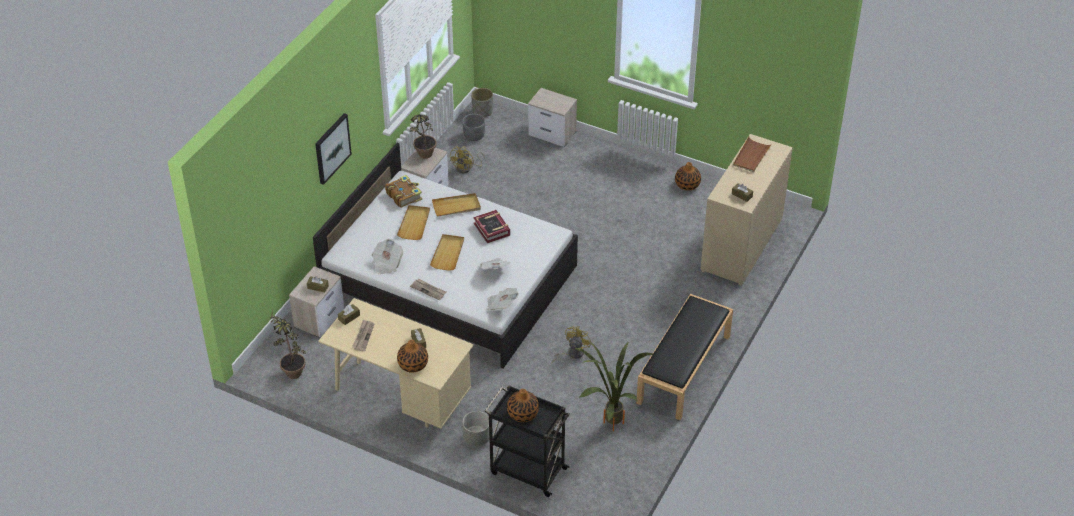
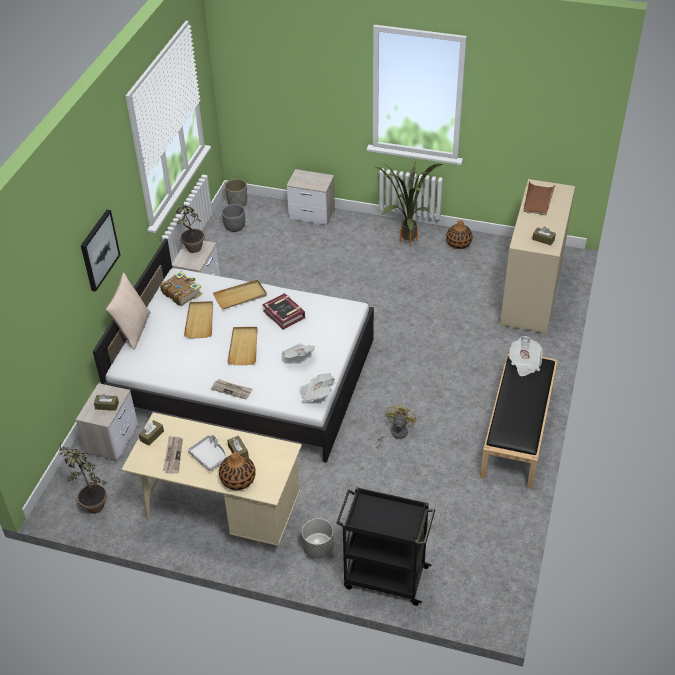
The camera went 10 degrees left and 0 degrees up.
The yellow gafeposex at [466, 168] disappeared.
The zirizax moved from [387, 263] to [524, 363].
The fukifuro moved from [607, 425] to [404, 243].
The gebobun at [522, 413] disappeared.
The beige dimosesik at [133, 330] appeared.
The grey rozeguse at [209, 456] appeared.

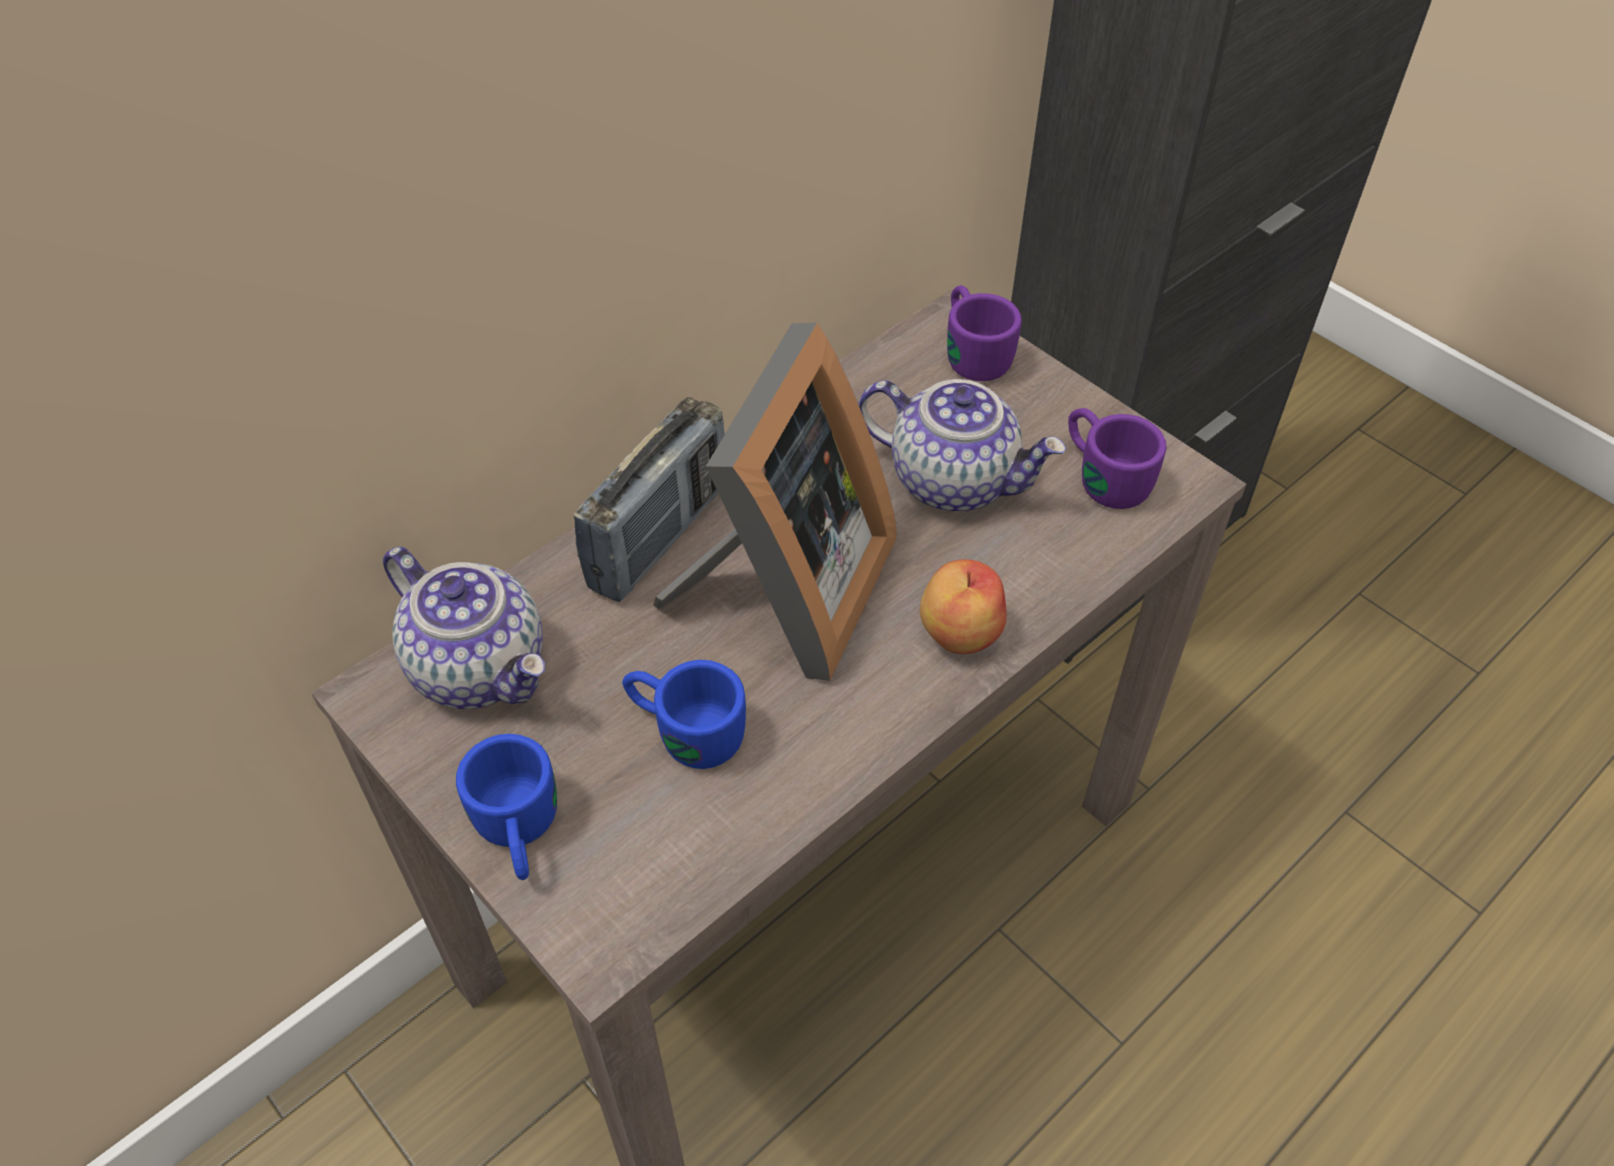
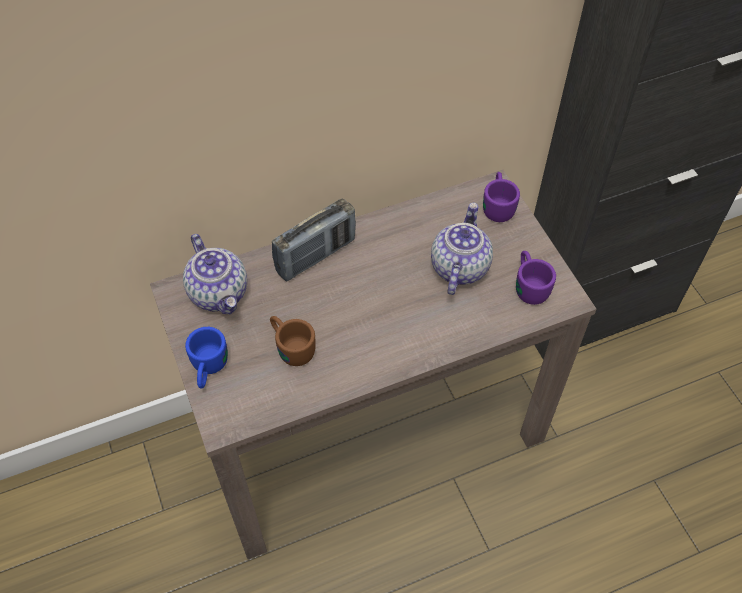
The camera went 20 degrees right and 5 degrees up.
The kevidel at [785, 594] disappeared.
The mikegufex at [954, 480] turned 120 degrees counterclockwise.
The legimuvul at [958, 632] disappeared.
The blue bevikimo at [684, 729] became the brown bevikimo at [290, 346].

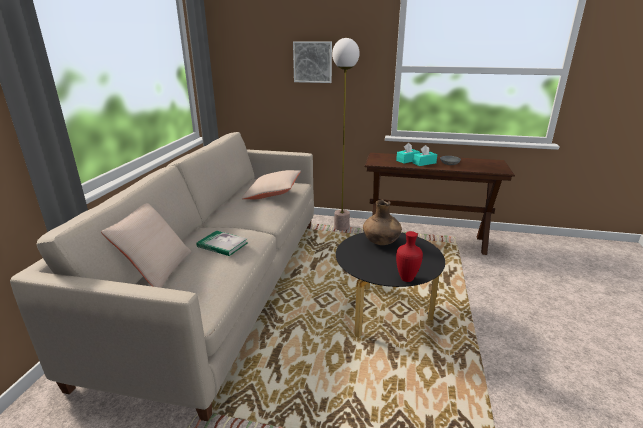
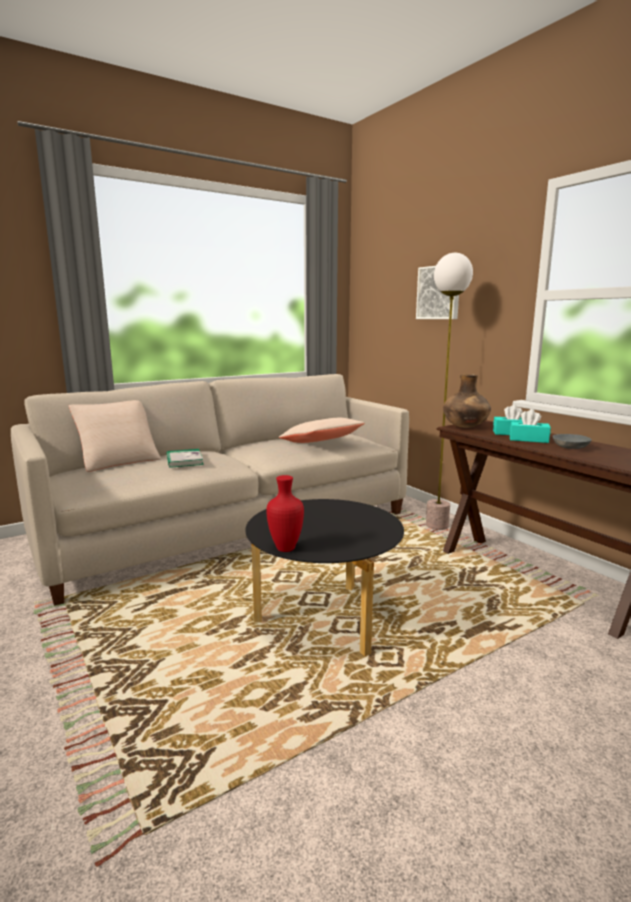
The camera went 45 degrees right and 10 degrees down.
The brown gebobun moved from [381, 242] to [465, 427].

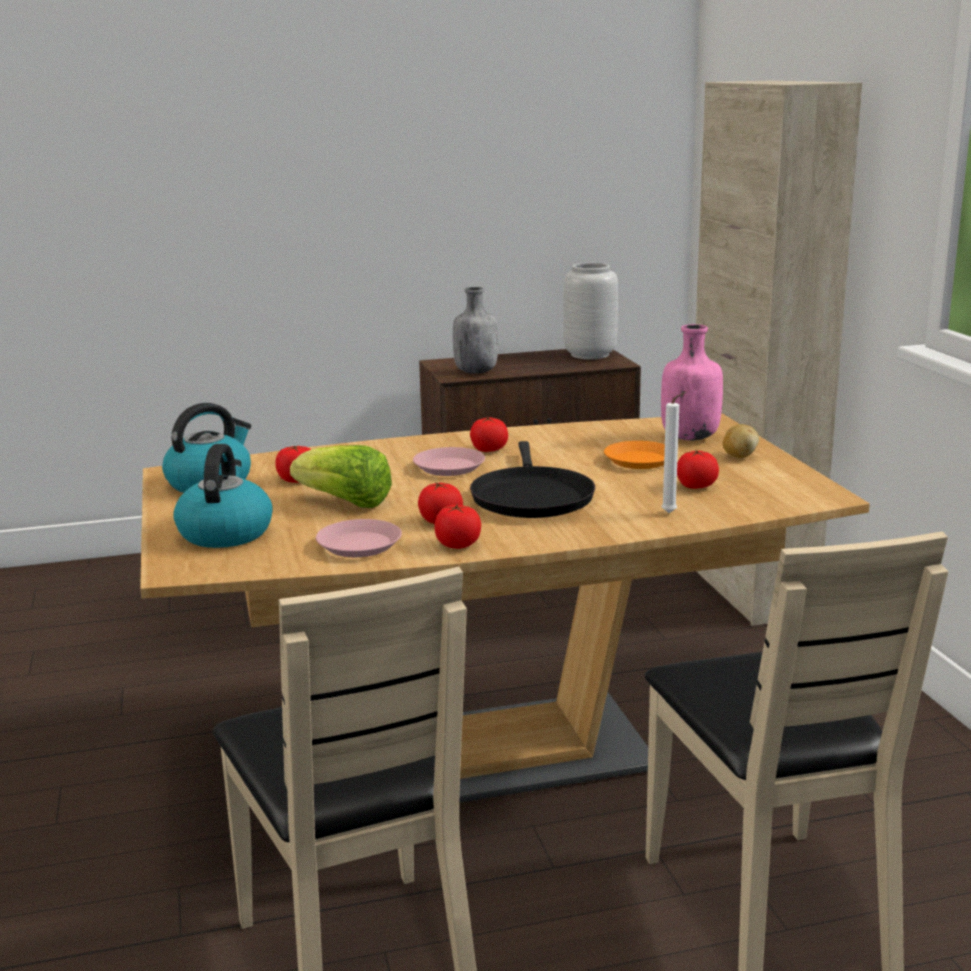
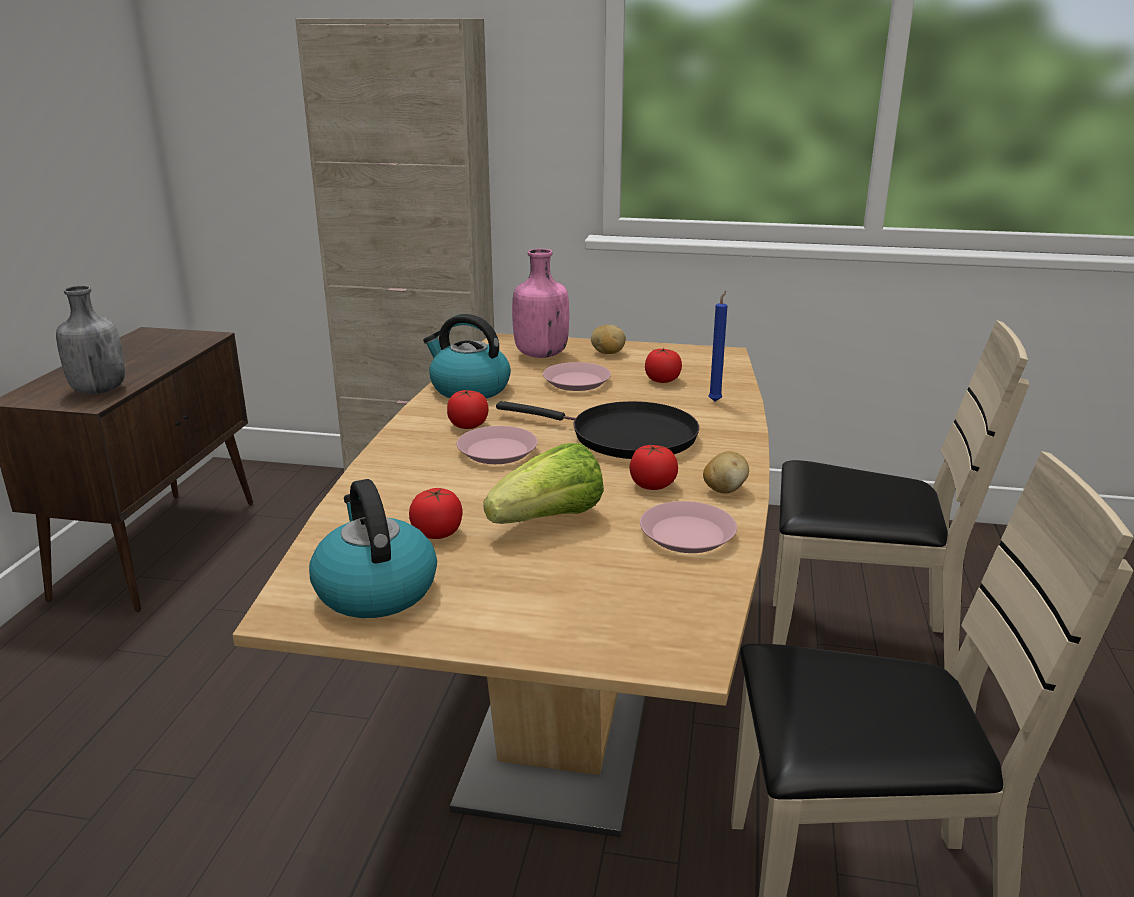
The camera went 65 degrees left and 5 degrees up.
The grey gebobun at [588, 355] disappeared.
The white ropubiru at [671, 513] became the blue ropubiru at [715, 401].
The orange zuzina at [639, 460] became the pink zuzina at [576, 382].
The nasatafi moved from [225, 532] to [468, 389].
The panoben at [458, 545] was replaced by the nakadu at [724, 490].

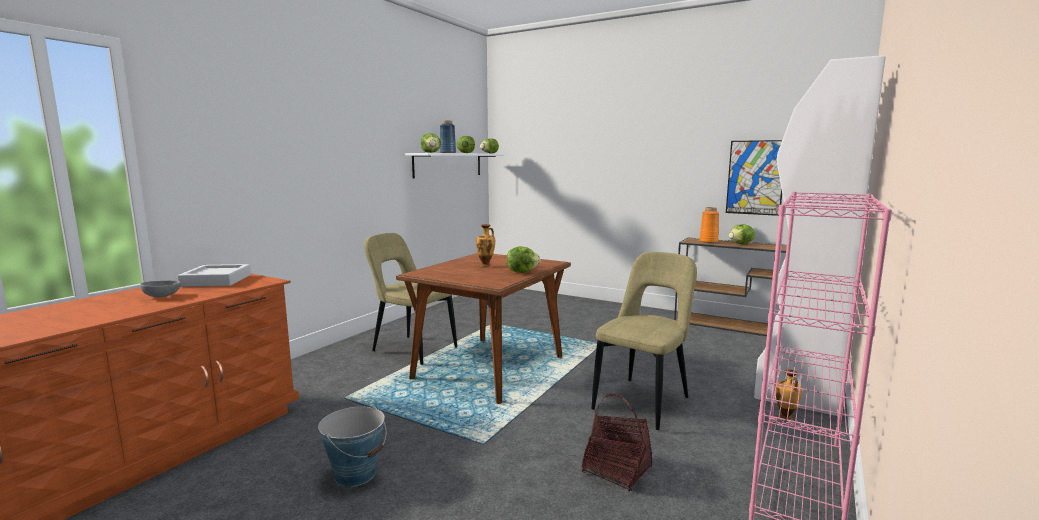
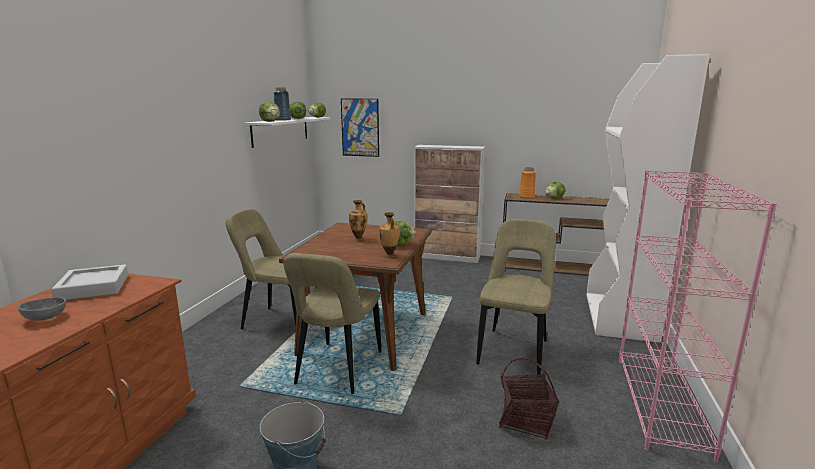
The camera went 15 degrees left and 5 degrees up.
The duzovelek moved from [755, 177] to [360, 127].
The gebobun moved from [785, 418] to [389, 256].
The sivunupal at [447, 257] appeared.
The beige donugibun at [337, 370] appeared.

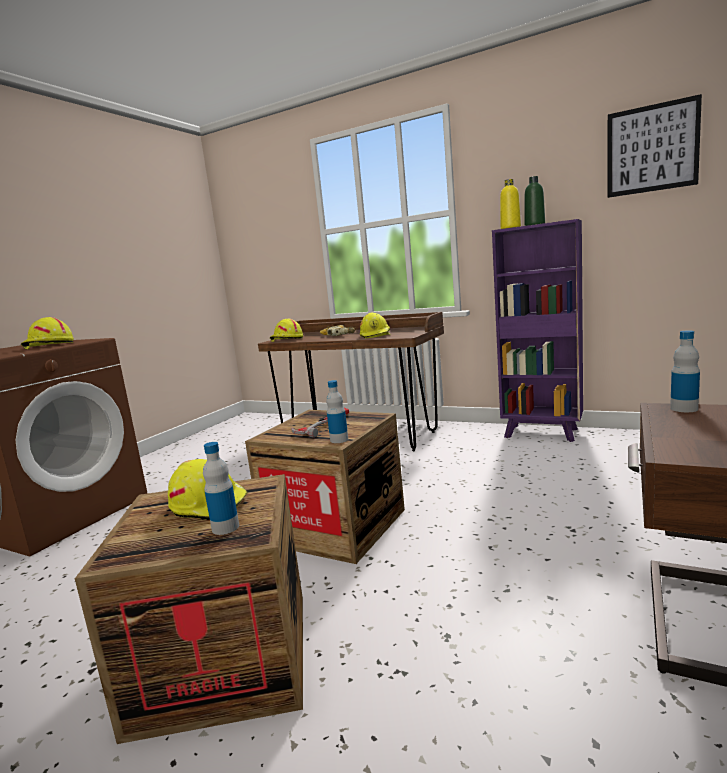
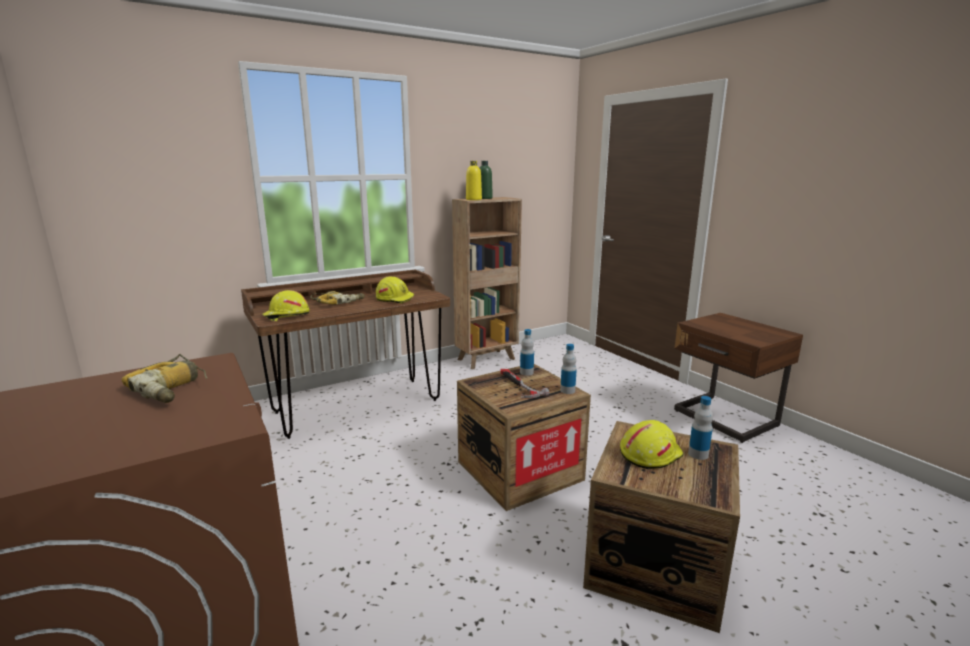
The camera went 60 degrees left and 5 degrees up.
The duzovelek at [651, 149] disappeared.
The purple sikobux at [542, 433] became the brown sikobux at [487, 359].
The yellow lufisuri at [48, 346] was replaced by the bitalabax at [172, 388].
The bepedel moved from [684, 409] to [526, 372].

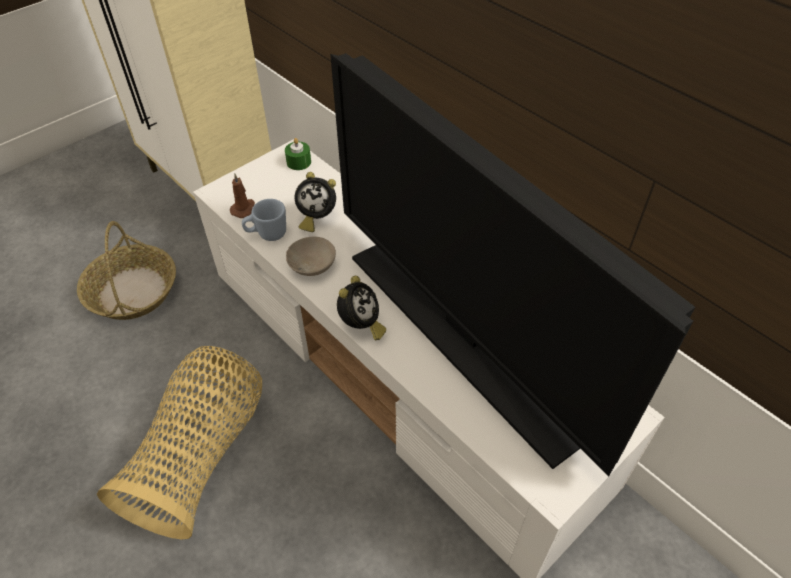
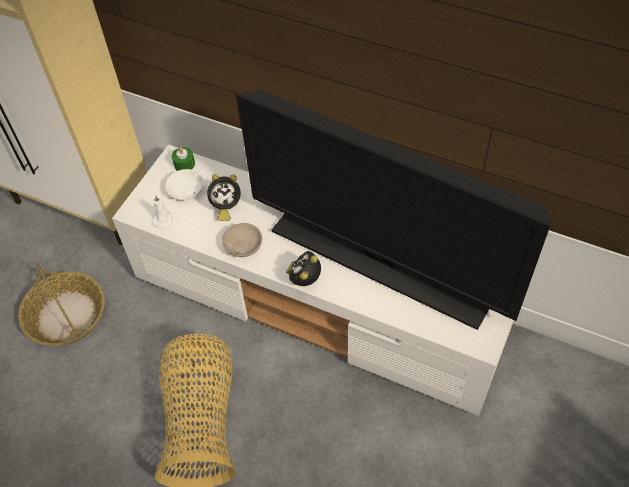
The camera went 20 degrees left and 5 degrees up.
The brown ropubiru at [244, 209] became the white ropubiru at [163, 219].
The blue bevikimo at [267, 234] disappeared.
The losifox at [361, 325] turned 150 degrees counterclockwise.
The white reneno at [186, 190] appeared.

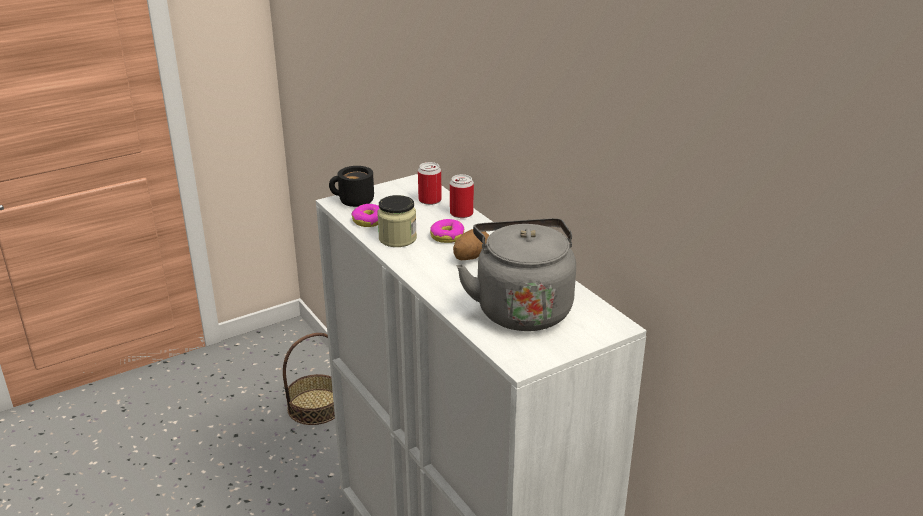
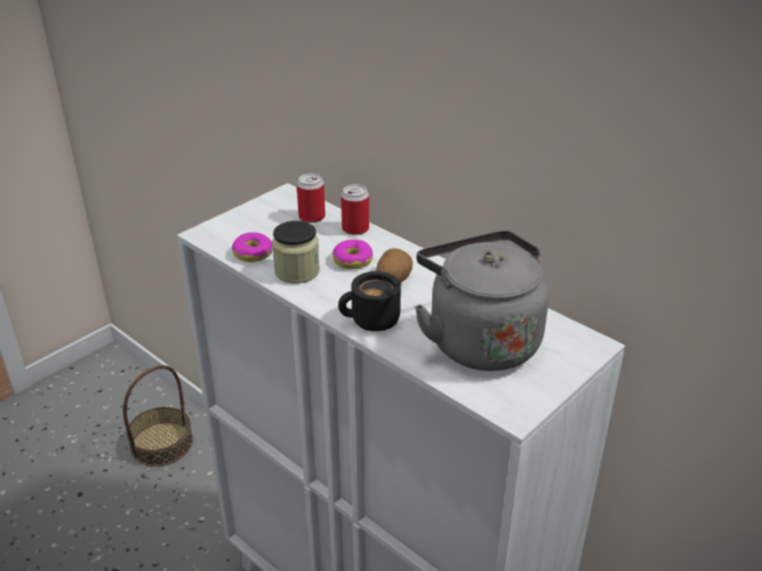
The camera went 15 degrees left and 5 degrees up.
The black bevikimo moved from [353, 202] to [371, 322].

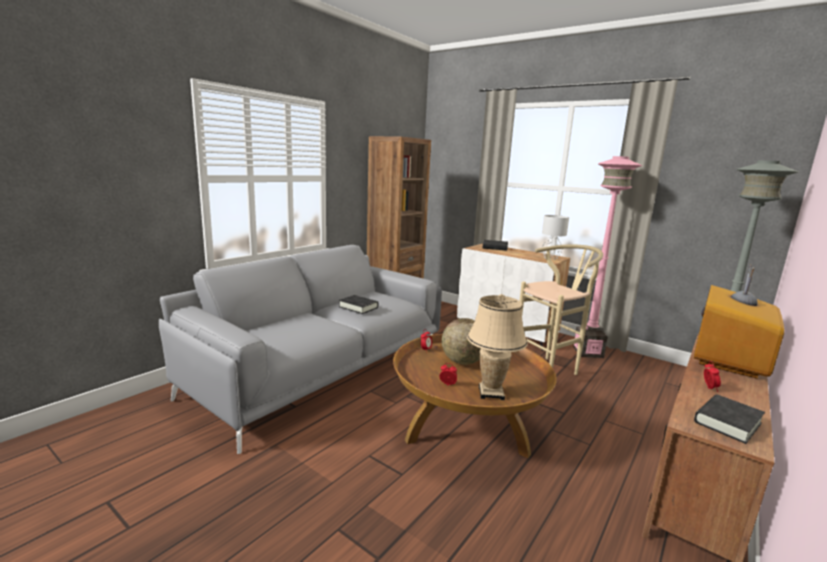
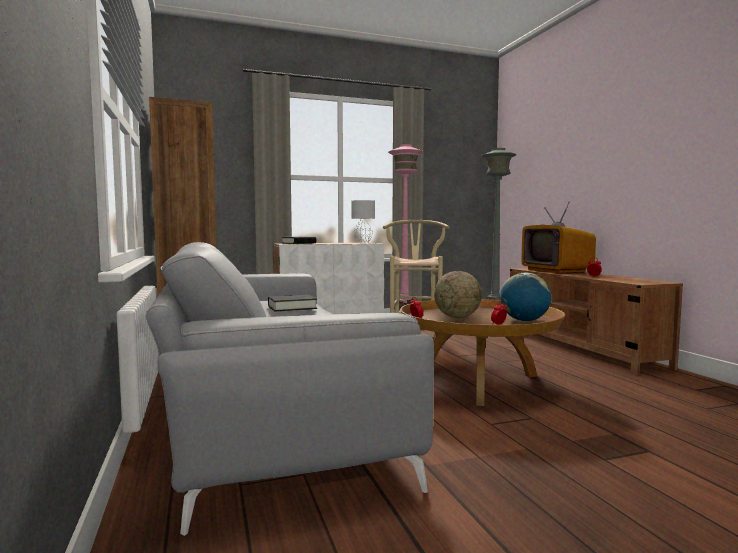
The camera went 55 degrees left and 10 degrees down.
The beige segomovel at [491, 393] was replaced by the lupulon at [524, 320].
The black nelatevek at [727, 422] disappeared.

